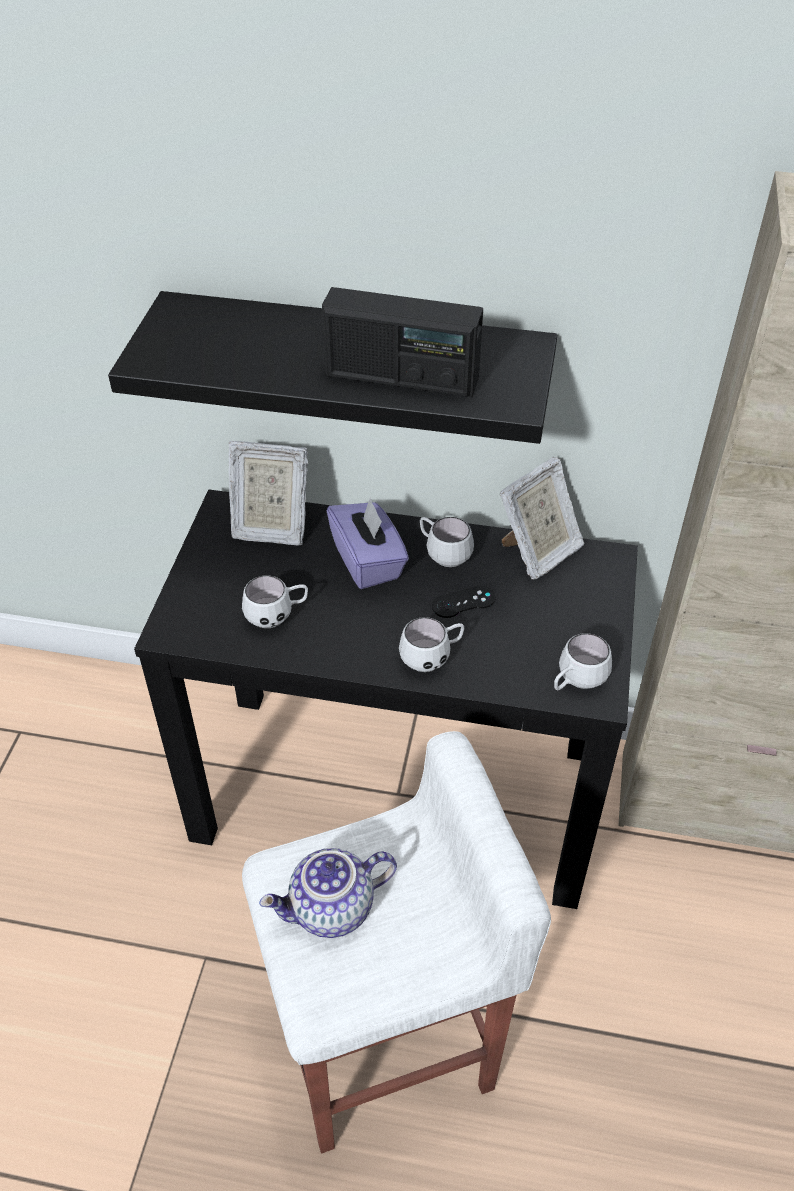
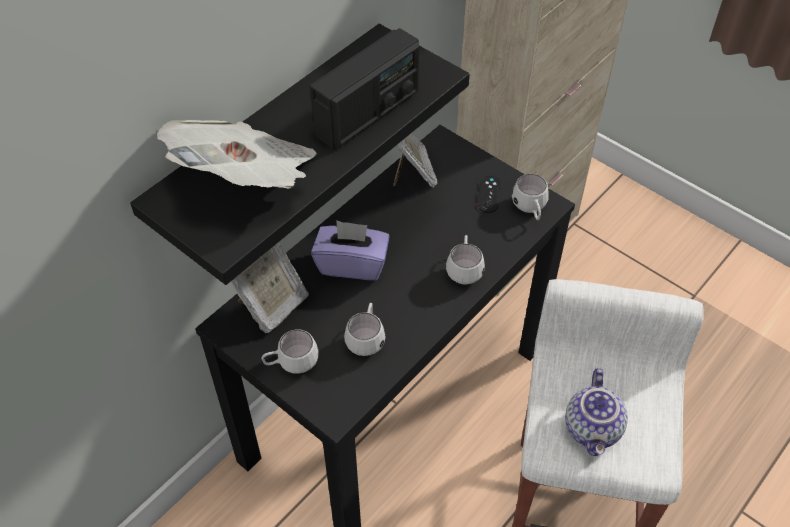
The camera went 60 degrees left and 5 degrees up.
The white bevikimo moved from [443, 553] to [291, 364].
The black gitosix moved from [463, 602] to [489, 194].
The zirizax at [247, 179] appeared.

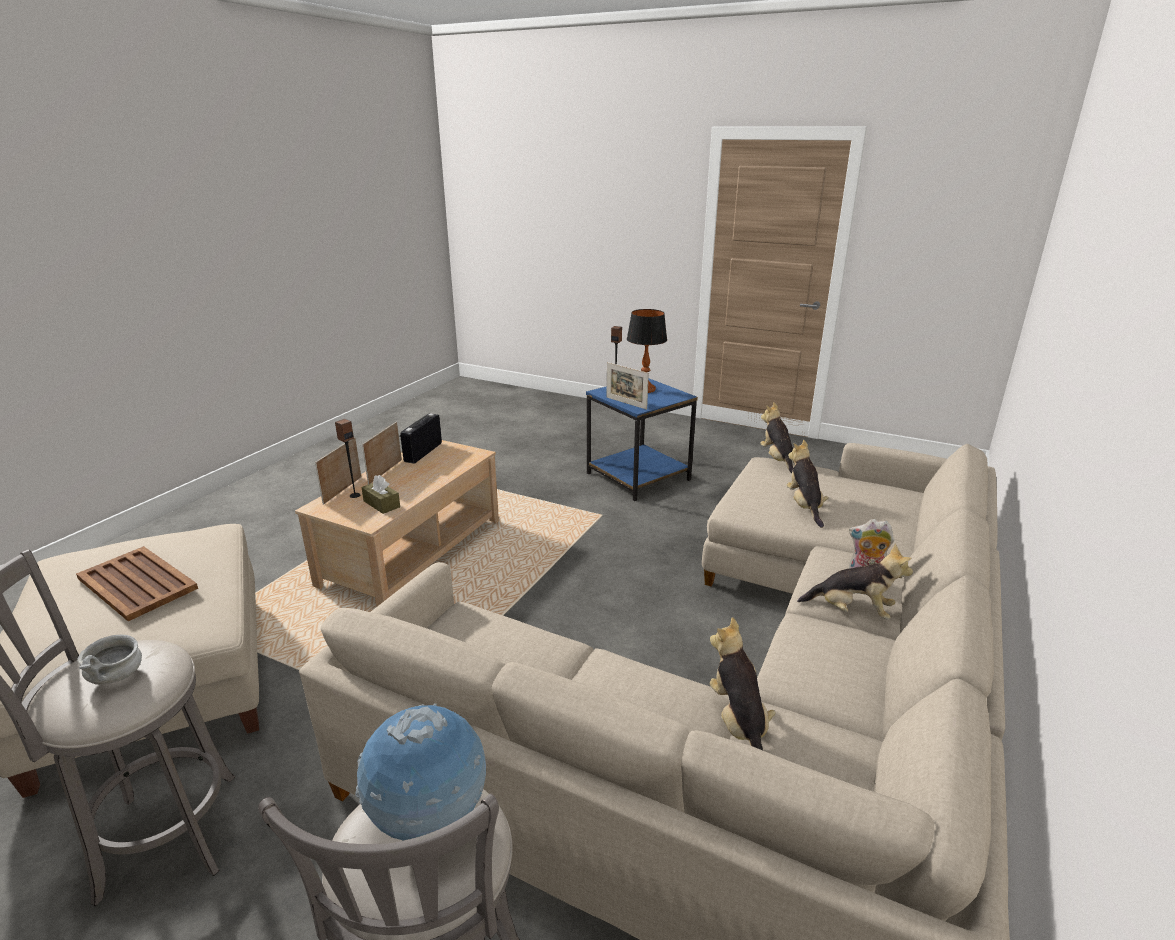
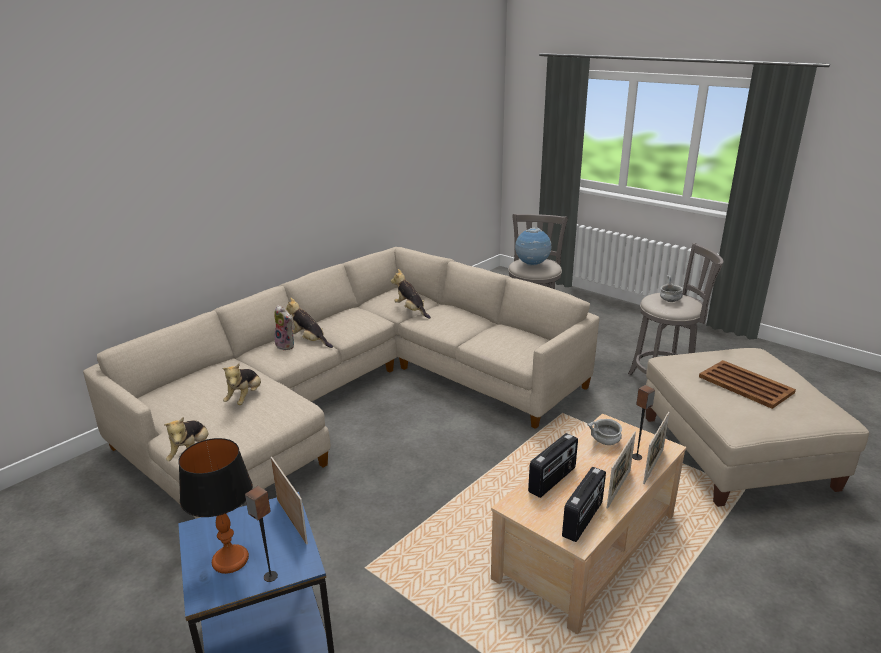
The camera went 165 degrees left and 0 degrees up.
The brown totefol at [381, 504] was replaced by the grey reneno at [605, 442].
The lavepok at [739, 724] turned 135 degrees clockwise.
The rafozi at [553, 480] appeared.

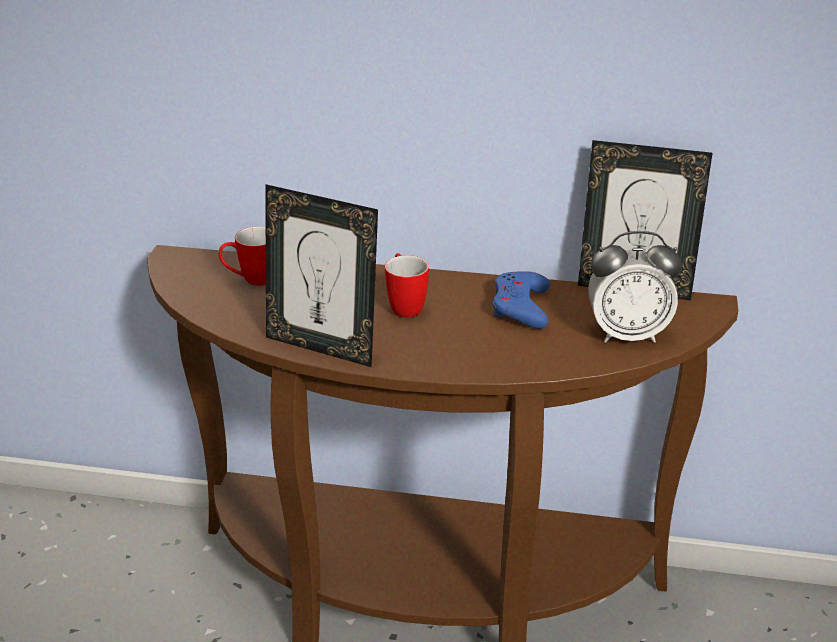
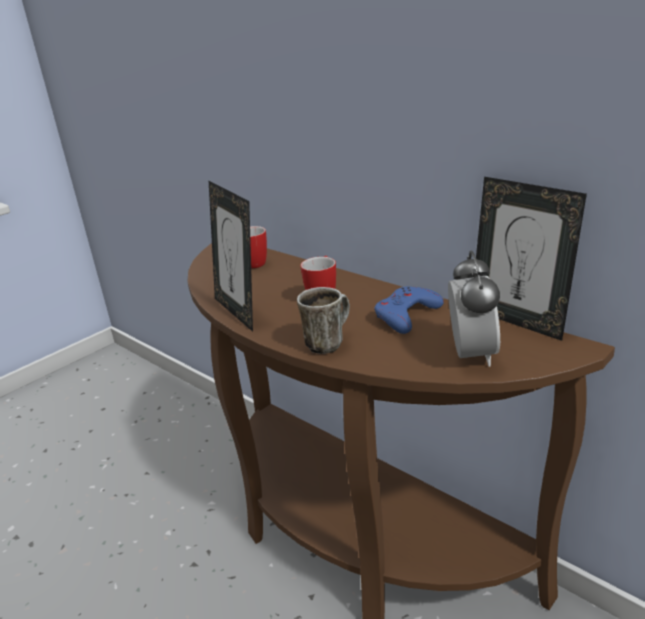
The camera went 35 degrees right and 5 degrees down.
The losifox at [627, 334] turned 120 degrees counterclockwise.
The bevikimo at [327, 342] appeared.

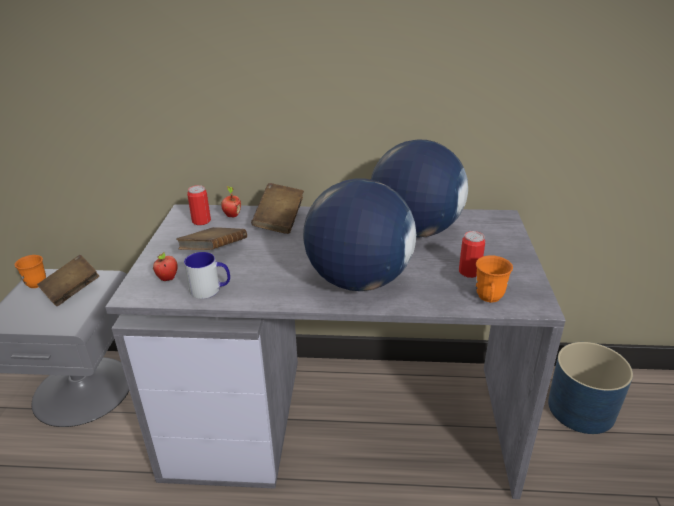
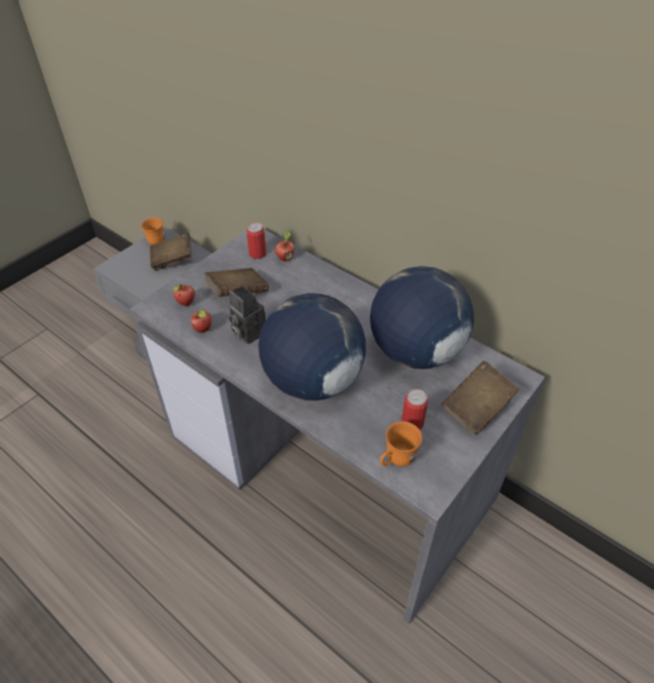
The camera went 35 degrees right and 15 degrees up.
The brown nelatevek moved from [279, 221] to [477, 408].
The bevikimo at [210, 289] was replaced by the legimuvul at [203, 330].
The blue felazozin at [581, 409] disappeared.
The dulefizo at [247, 332] appeared.

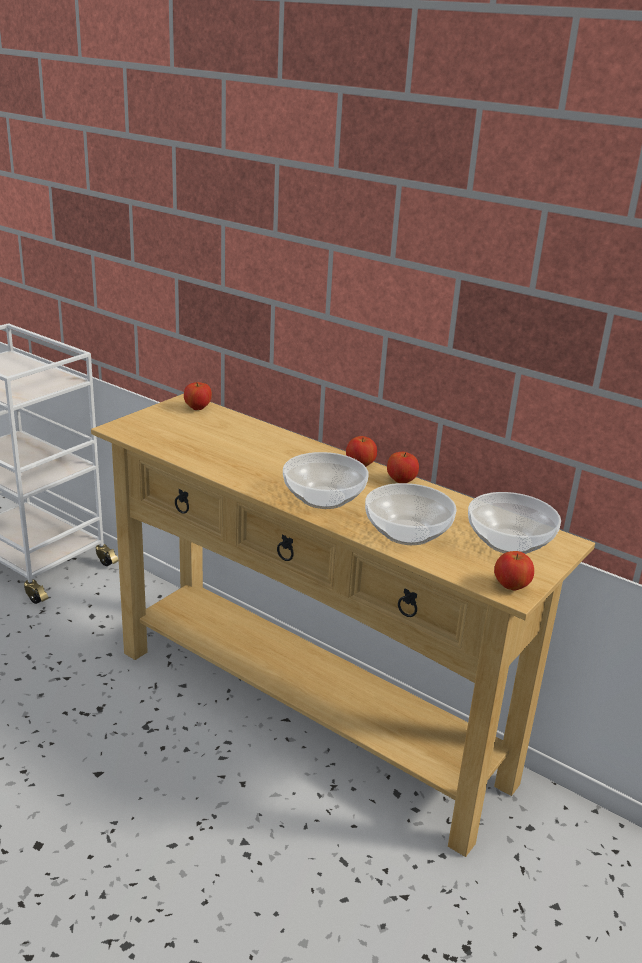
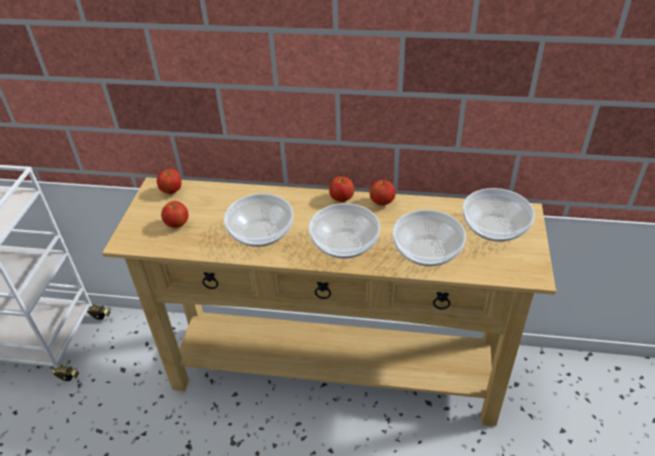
The camera went 25 degrees left and 15 degrees up.
The legimuvul moved from [511, 586] to [177, 224].
The reneno at [260, 234] appeared.

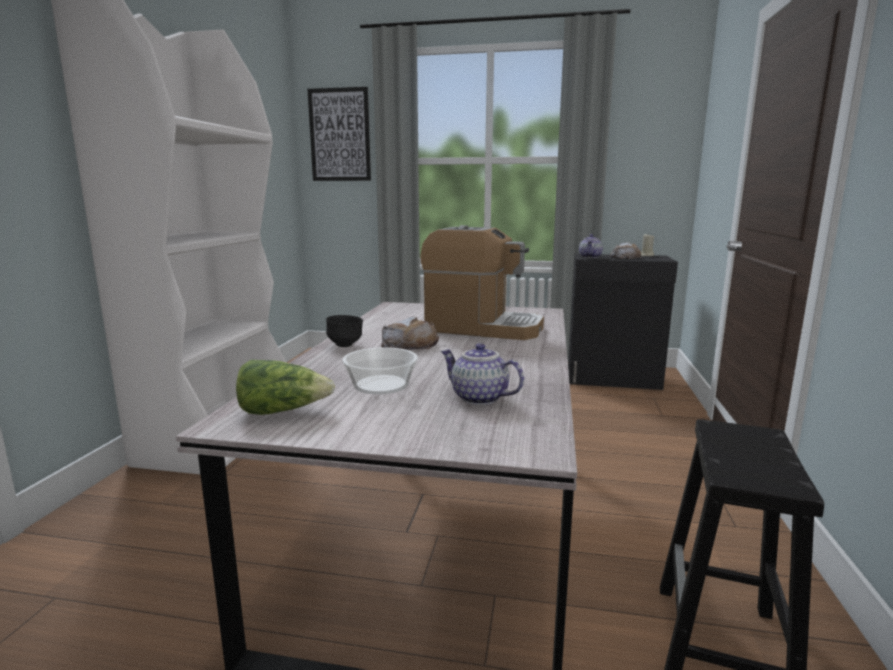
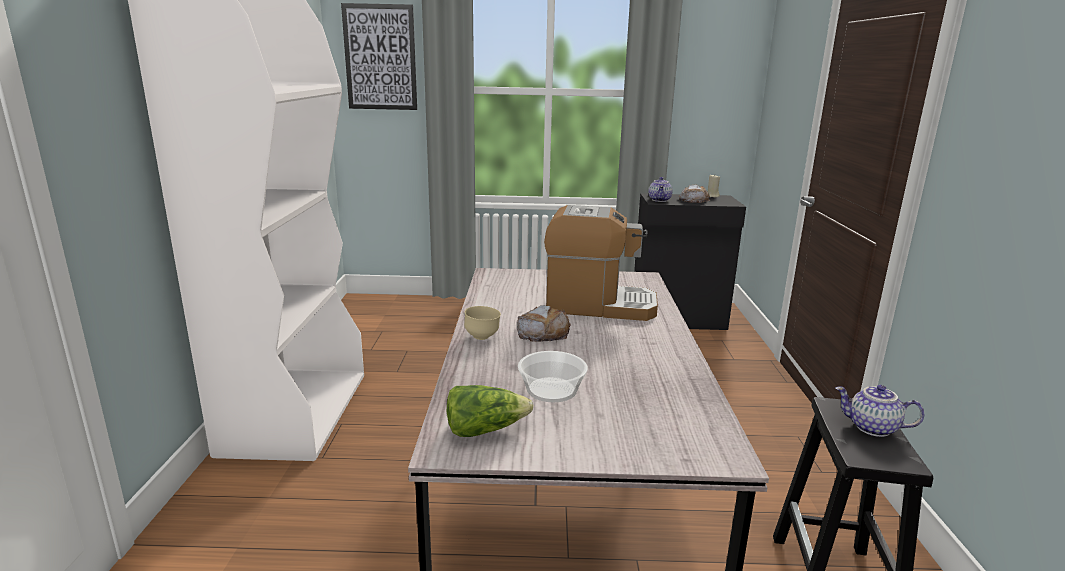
The camera went 10 degrees left and 5 degrees up.
The black reneno at [345, 345] became the beige reneno at [482, 337].
The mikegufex moved from [478, 398] to [872, 428].

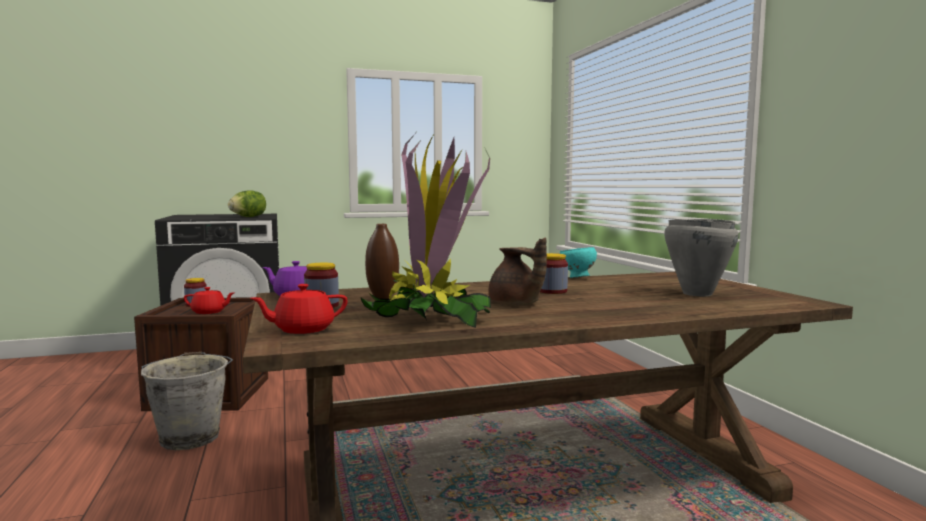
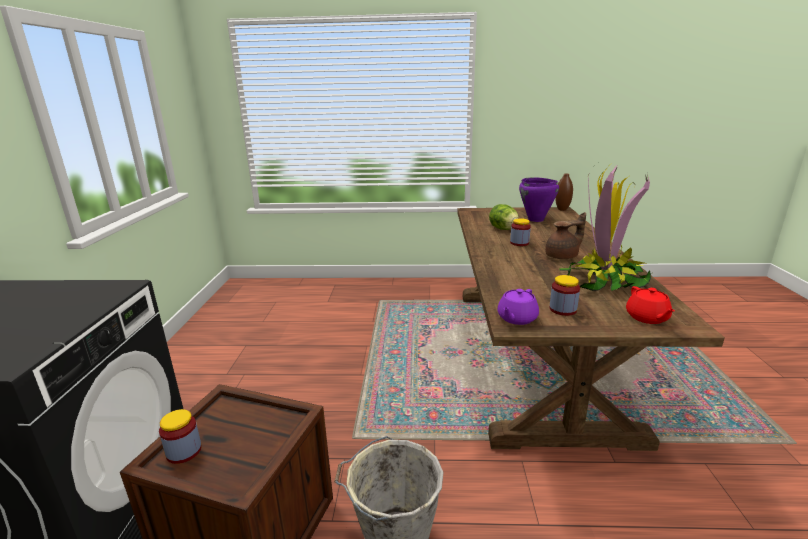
The camera went 70 degrees left and 15 degrees up.
The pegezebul moved from [248, 217] to [503, 229].
The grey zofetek at [696, 293] became the purple zofetek at [535, 220].
The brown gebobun moved from [382, 297] to [562, 209].
The turquoise reneno at [576, 278] disappeared.
The red mikegufex at [209, 312] disappeared.

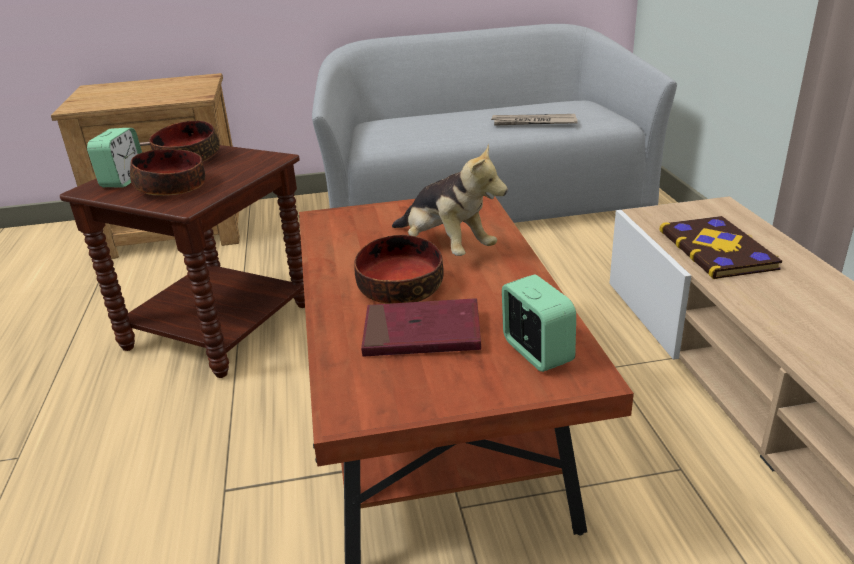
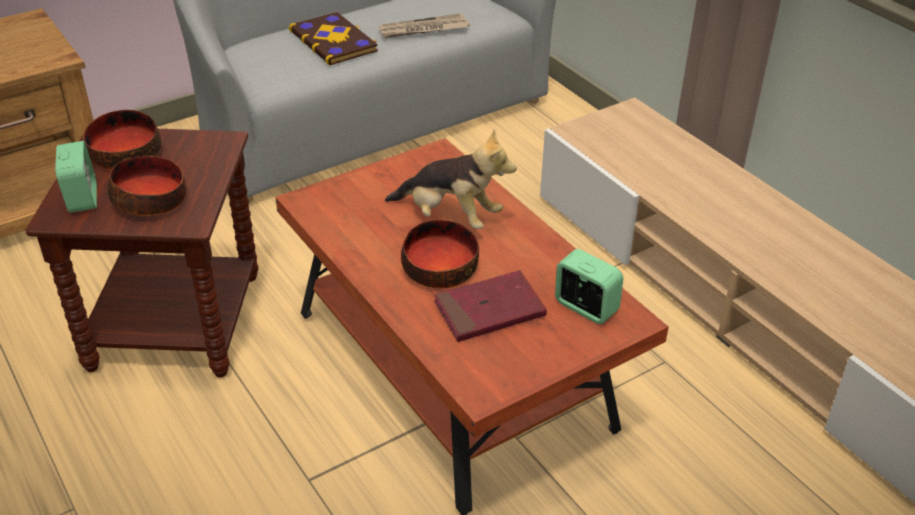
The camera went 25 degrees left and 10 degrees up.
The nelatevek moved from [718, 250] to [334, 41].

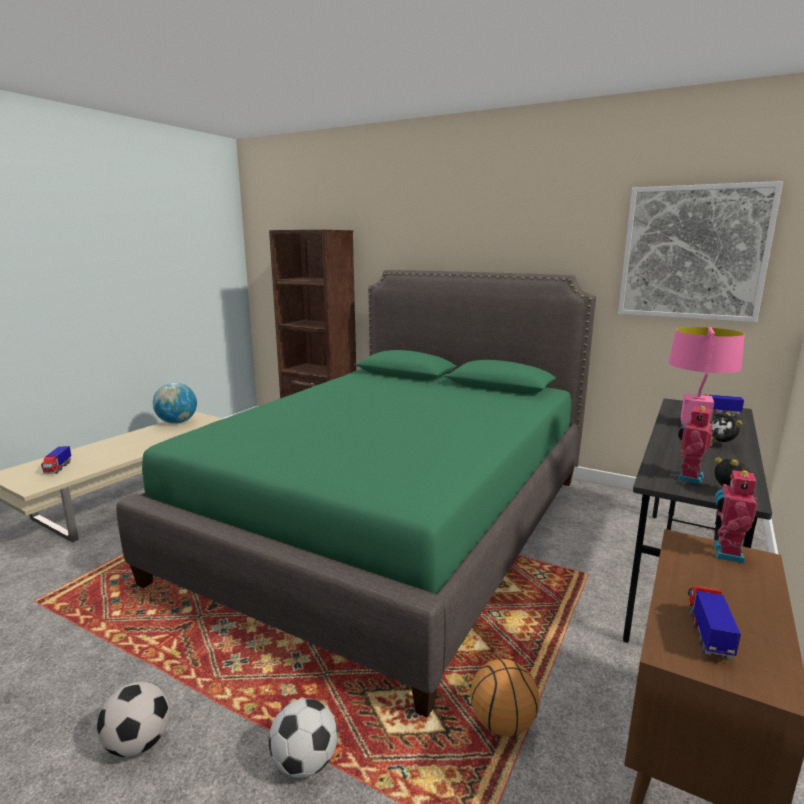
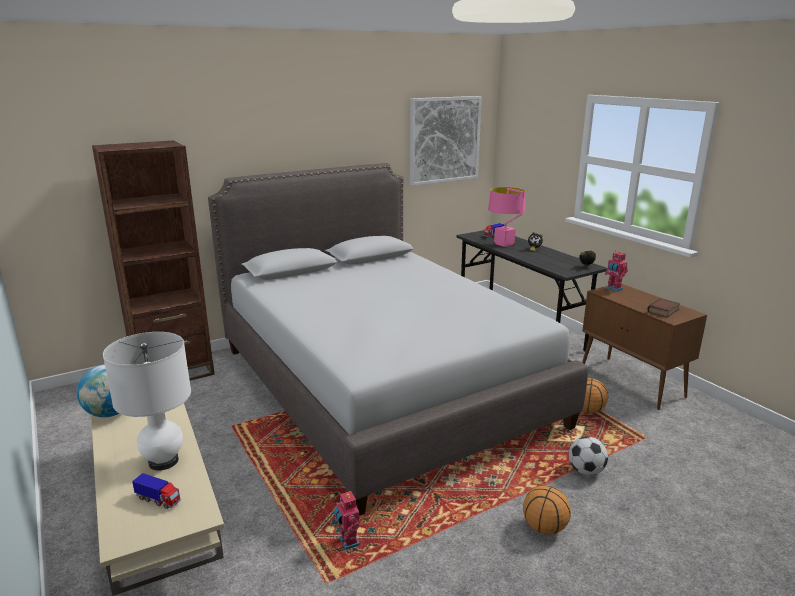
The camera went 60 degrees left and 5 degrees up.
The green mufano at [393, 524] became the grey mufano at [382, 385].
The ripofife moved from [688, 477] to [348, 542].
The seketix at [708, 635] was replaced by the nelatevek at [664, 311].
The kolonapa at [139, 743] was replaced by the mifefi at [543, 528].
The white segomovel at [163, 461] appeared.

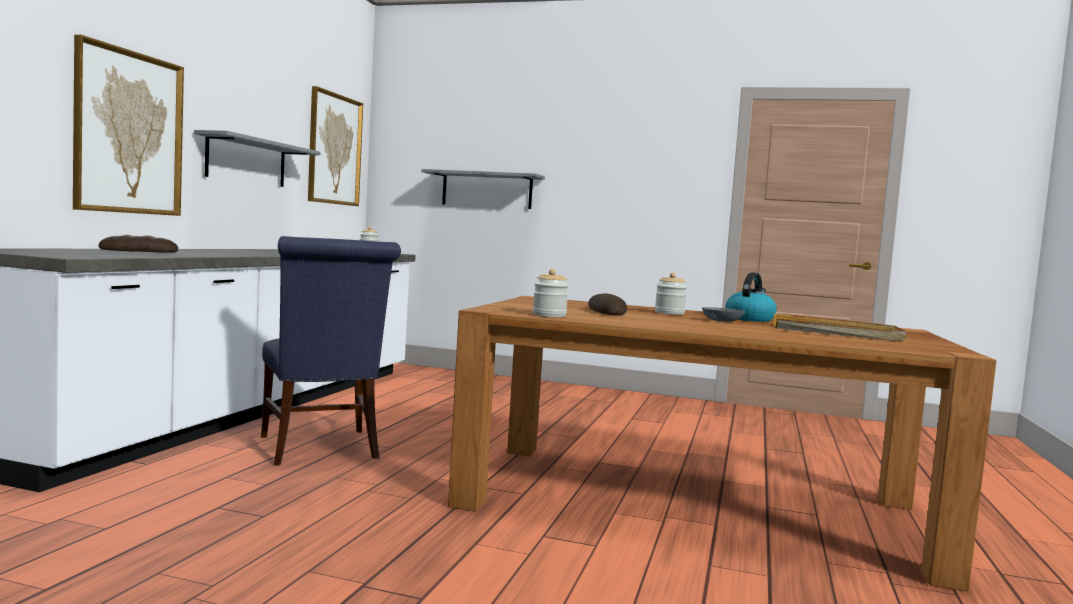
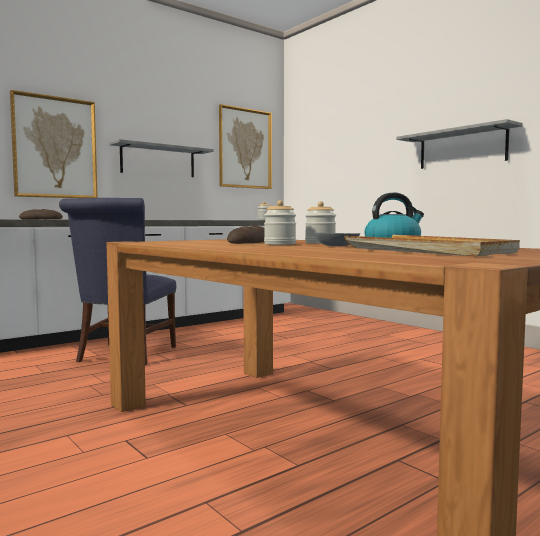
The camera went 35 degrees right and 0 degrees up.
The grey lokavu moved from [487, 190] to [462, 148].
The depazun moved from [549, 315] to [280, 244].

